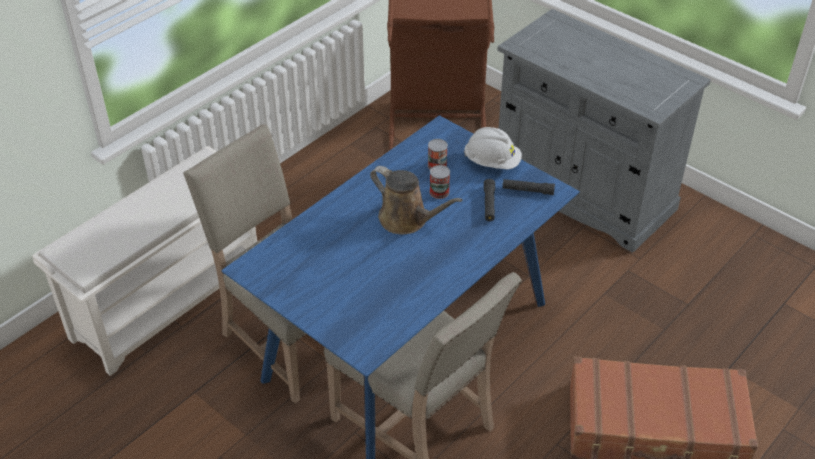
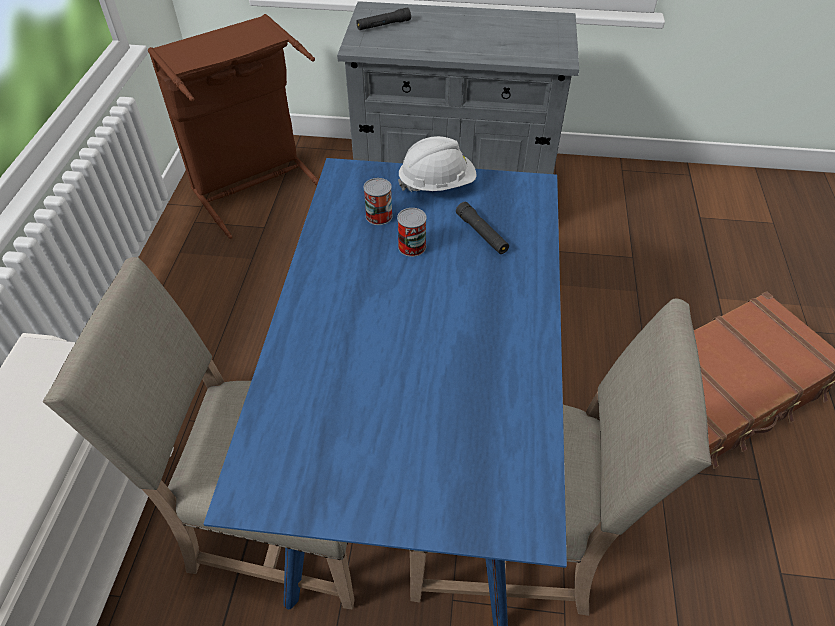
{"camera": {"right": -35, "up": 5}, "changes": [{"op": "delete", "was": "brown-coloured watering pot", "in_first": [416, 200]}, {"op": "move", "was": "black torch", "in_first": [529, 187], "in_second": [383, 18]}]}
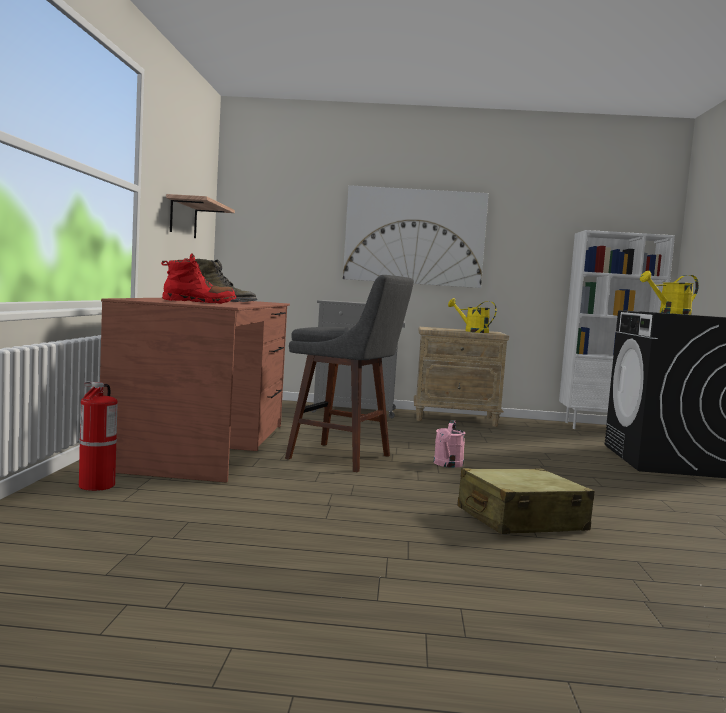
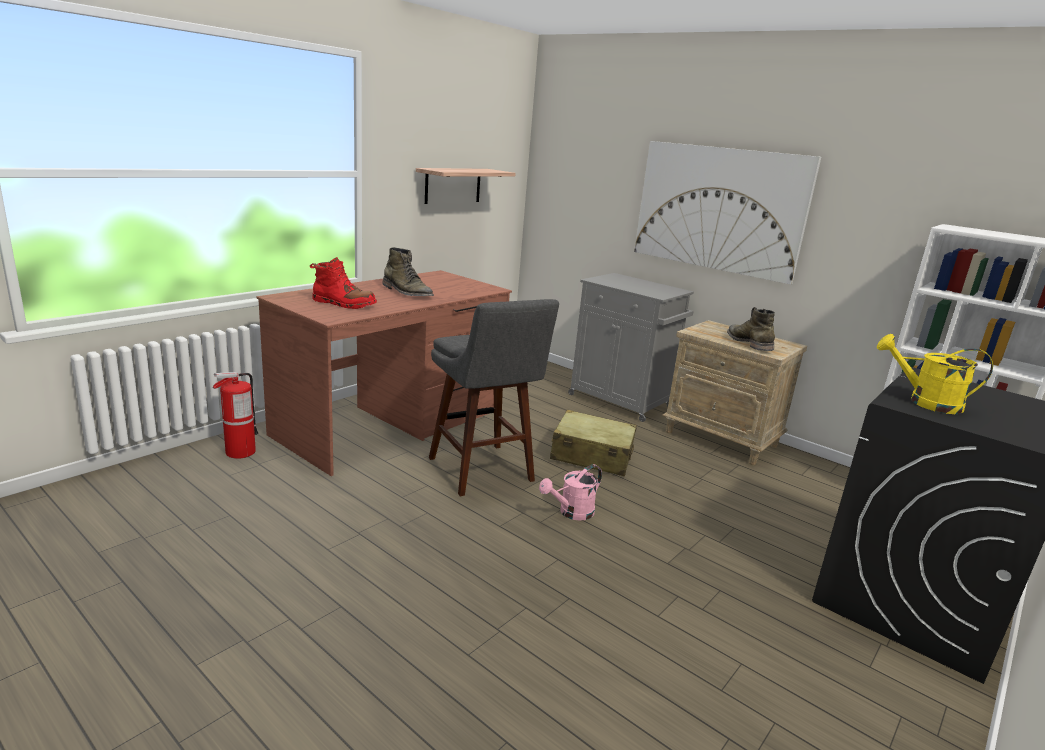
{"camera": {"right": 35, "up": 15}, "changes": [{"op": "replace", "was": "yellowish watering pot", "now": "green high-top boot", "in_first": [472, 315], "in_second": [751, 329]}, {"op": "move", "was": "beige travel case", "in_first": [525, 501], "in_second": [593, 442]}]}
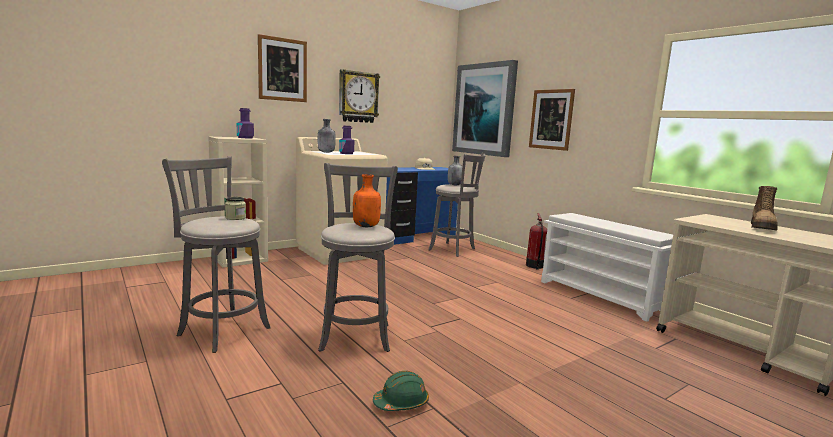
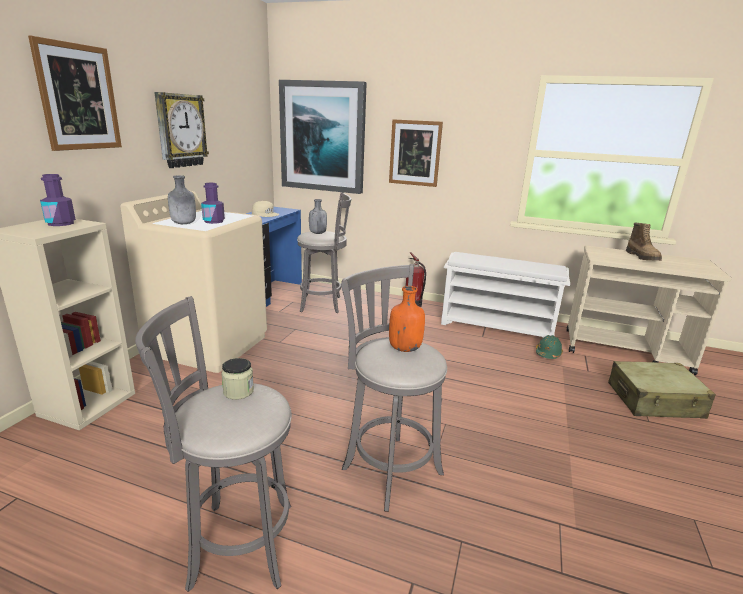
{"camera": {"right": -35, "up": 10}, "changes": [{"op": "move", "was": "green safety helmet", "in_first": [401, 391], "in_second": [549, 347]}, {"op": "insert", "now": "beige travel case", "in_second": [662, 390]}]}
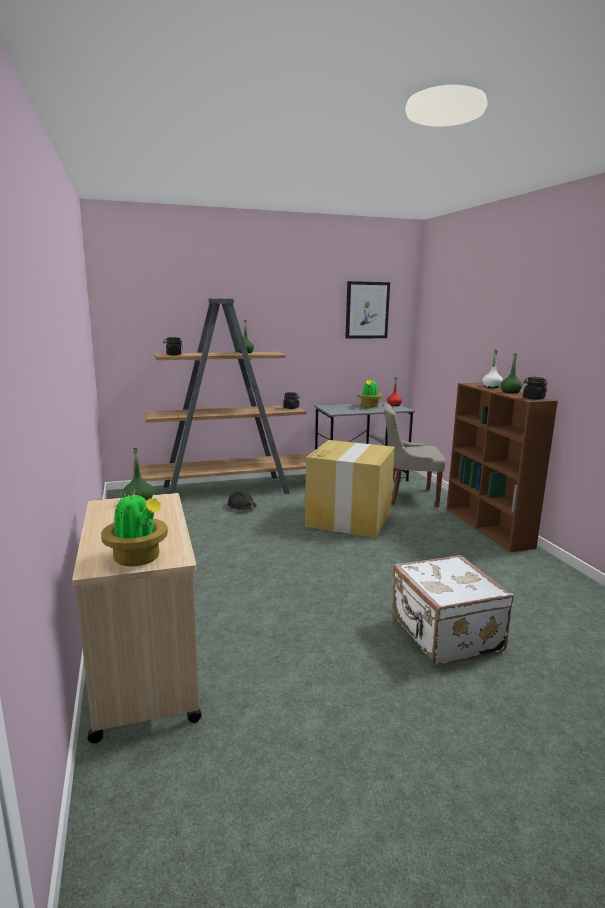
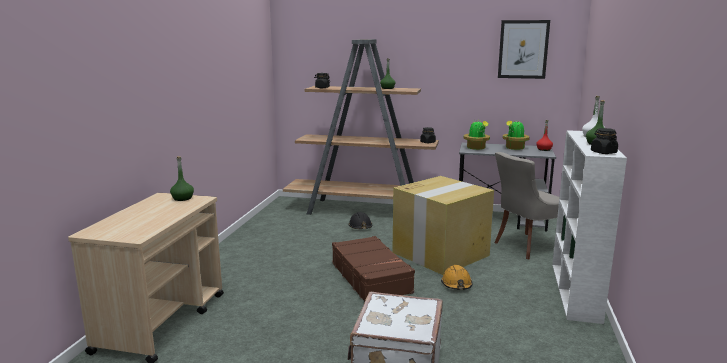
{"camera": {"right": 30, "up": 0}, "changes": [{"op": "recolor", "was": "brown-coloured bookcase", "now": "whitish bookcase", "in_first": [502, 467], "in_second": [589, 227]}, {"op": "rotate", "was": "greyish plain chair", "in_first": [414, 455], "in_second": [527, 205], "clockwise": -60}, {"op": "move", "was": "potted plant", "in_first": [134, 527], "in_second": [477, 135]}, {"op": "insert", "now": "brown-coloured travel case", "in_second": [373, 269]}, {"op": "insert", "now": "orange-coloured safety helmet", "in_second": [457, 277]}]}
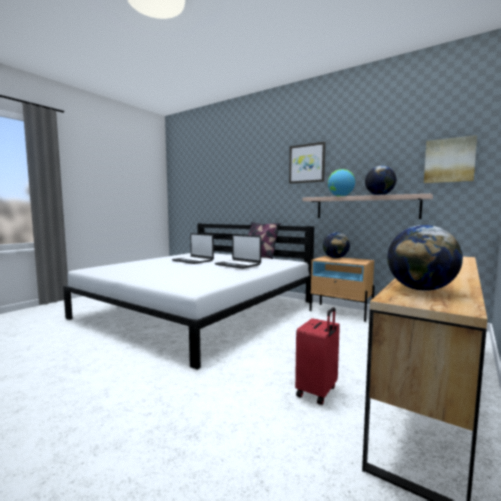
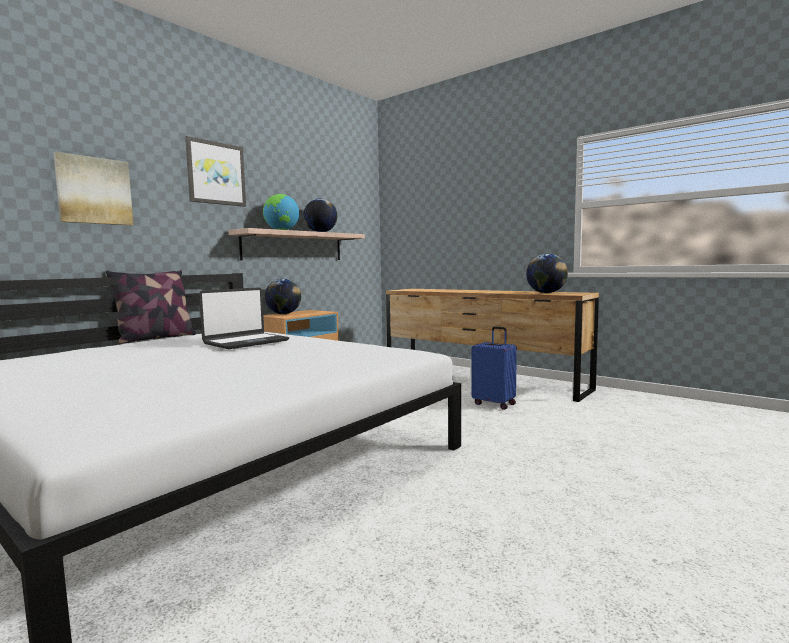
{"camera": {"right": -85, "up": 0}, "changes": [{"op": "move", "was": "picture", "in_first": [450, 159], "in_second": [93, 188]}, {"op": "delete", "was": "portable computer", "in_first": [193, 248]}, {"op": "recolor", "was": "reddish travel case", "now": "blue travel case", "in_first": [317, 356], "in_second": [494, 368]}]}
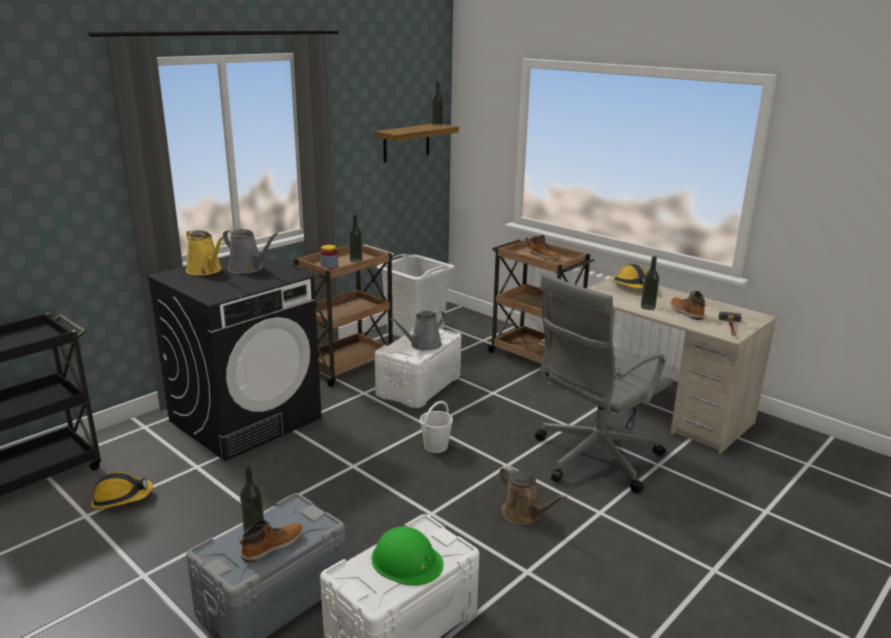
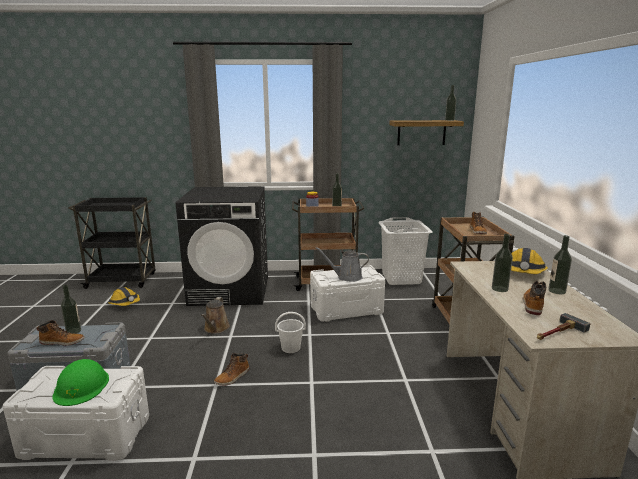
{"camera": {"right": 45, "up": -5}, "changes": [{"op": "delete", "was": "greyish watering pot", "in_first": [250, 251]}, {"op": "delete", "was": "yellowish watering pot", "in_first": [204, 252]}, {"op": "delete", "was": "greyish office chair", "in_first": [603, 383]}, {"op": "move", "was": "brown-coloured watering pot", "in_first": [533, 495], "in_second": [215, 315]}, {"op": "insert", "now": "beverage bottle", "in_second": [560, 264]}, {"op": "insert", "now": "high-top boot", "in_second": [232, 369]}]}
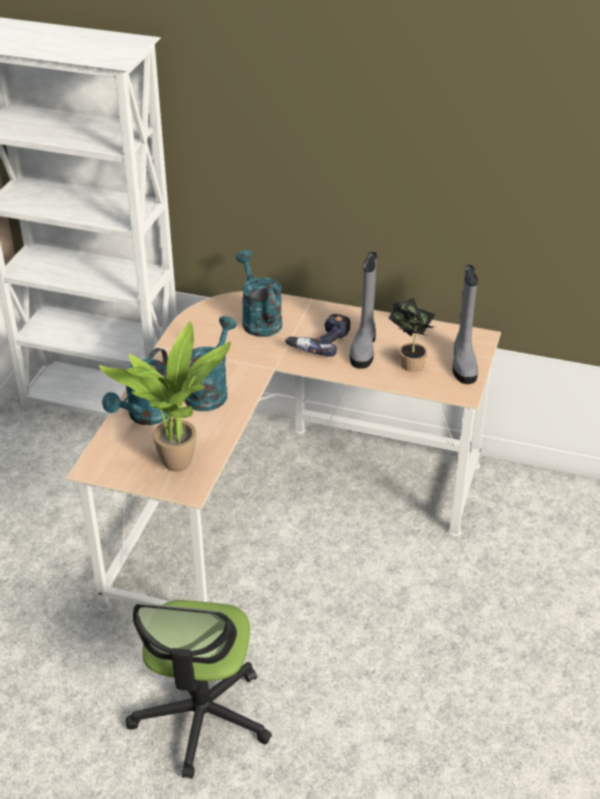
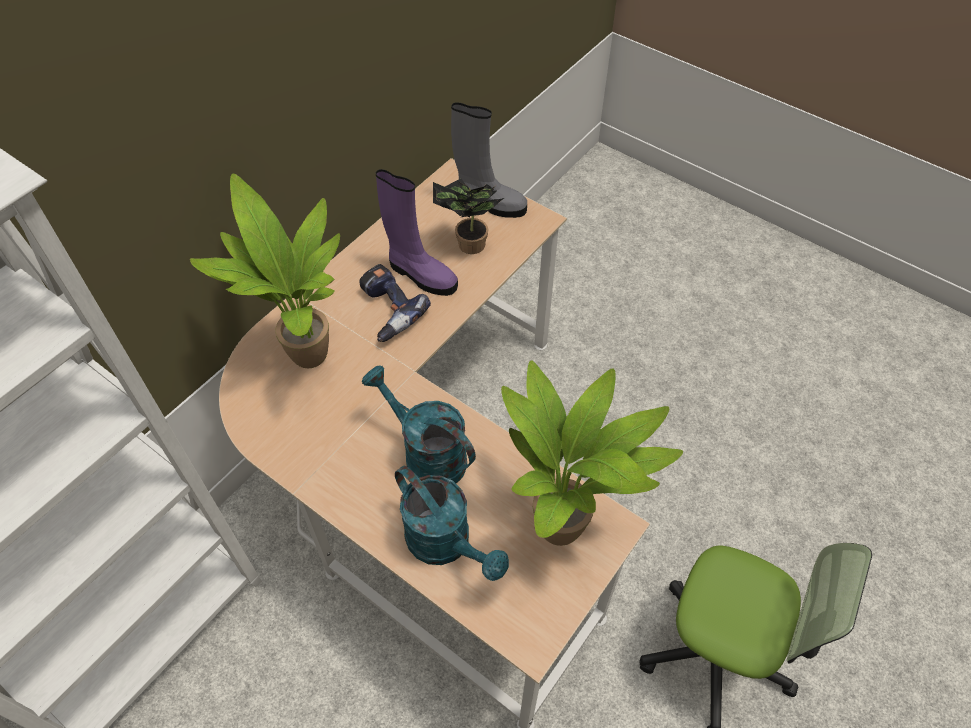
{"camera": {"right": -70, "up": 15}, "changes": [{"op": "replace", "was": "turquoise watering pot", "now": "potted plant", "in_first": [259, 293], "in_second": [265, 271]}, {"op": "recolor", "was": "greyish high-top boot", "now": "purple-coloured high-top boot", "in_first": [363, 310], "in_second": [417, 232]}]}
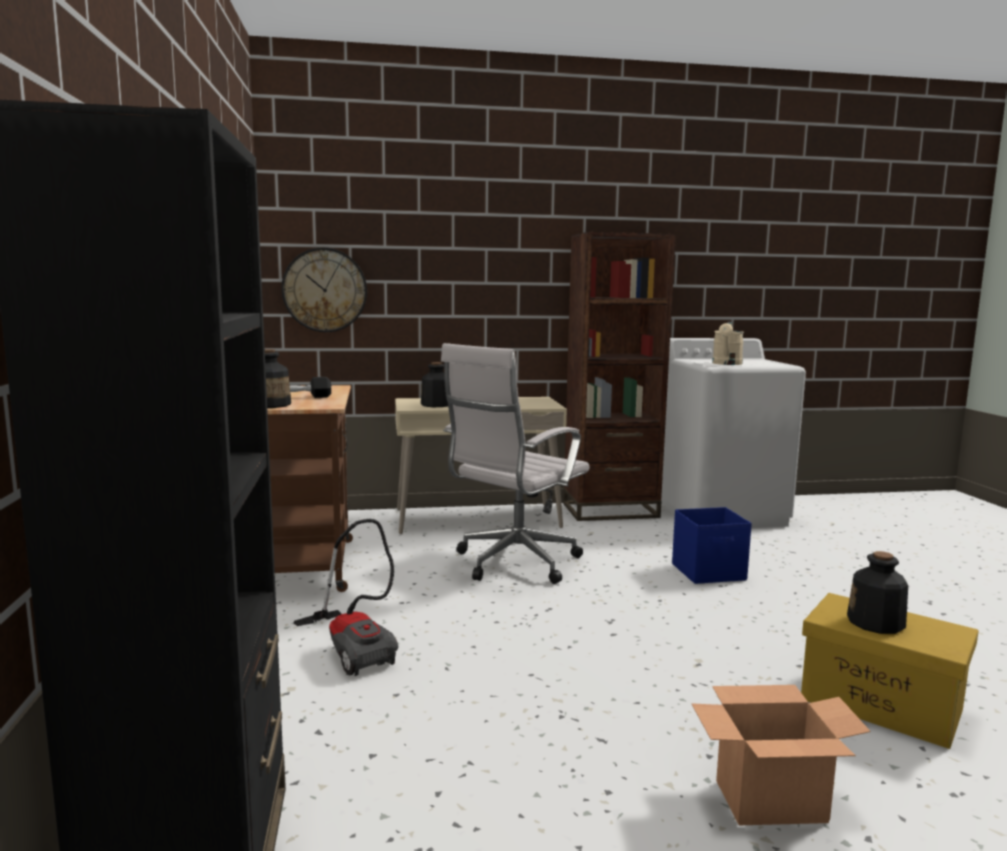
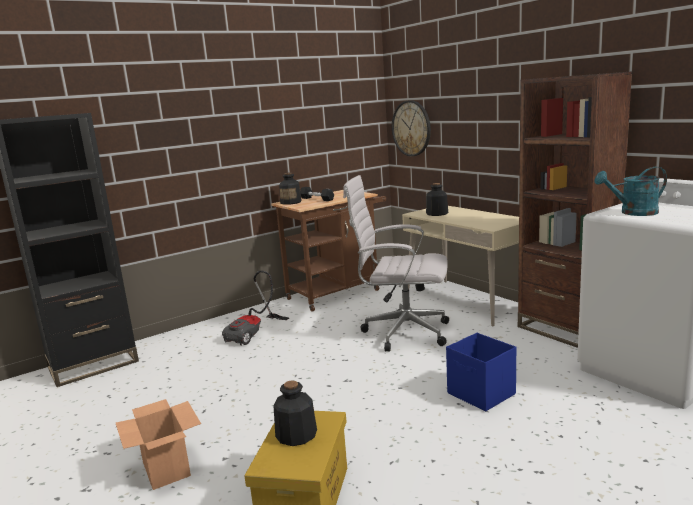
{"camera": {"right": 65, "up": 5}, "changes": [{"op": "recolor", "was": "beige watering pot", "now": "turquoise watering pot", "in_first": [728, 343], "in_second": [630, 191]}]}
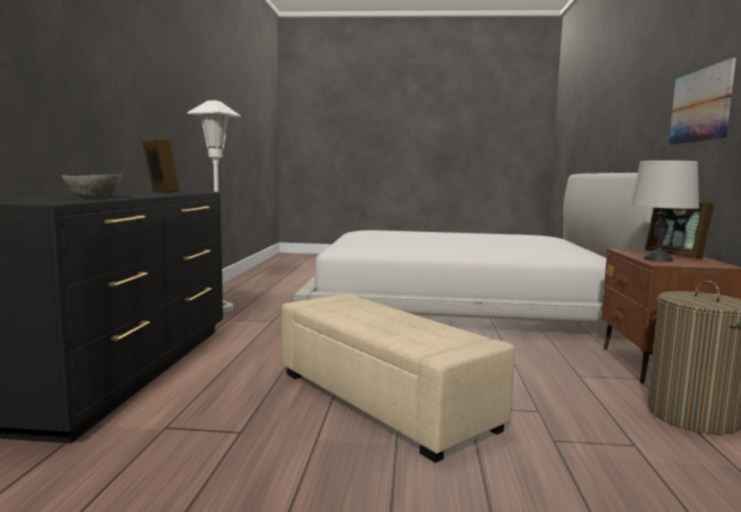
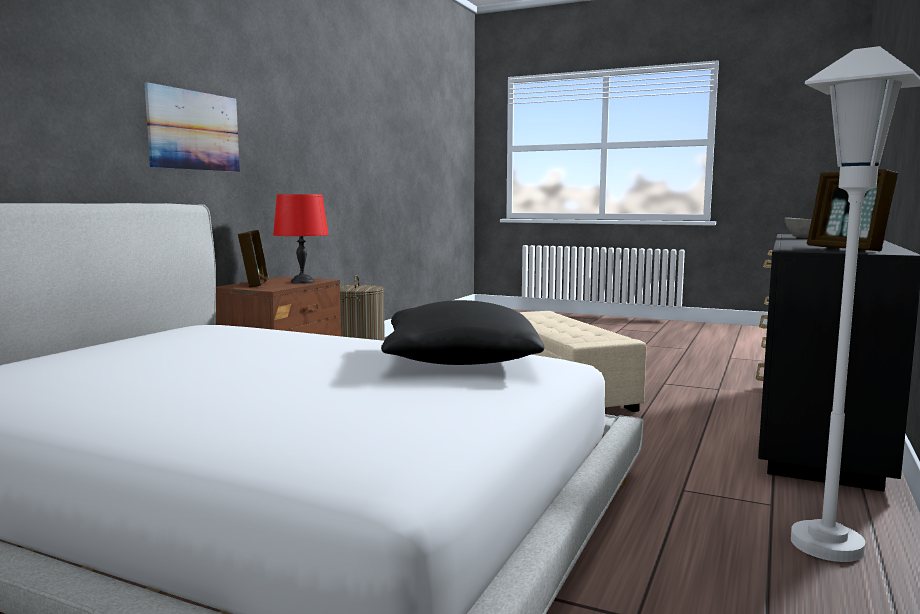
{"camera": {"right": -160, "up": 0}, "changes": [{"op": "recolor", "was": "greyish lamp for a table", "now": "reddish lamp for a table", "in_first": [664, 211], "in_second": [301, 239]}, {"op": "insert", "now": "black cushion", "in_second": [462, 332]}]}
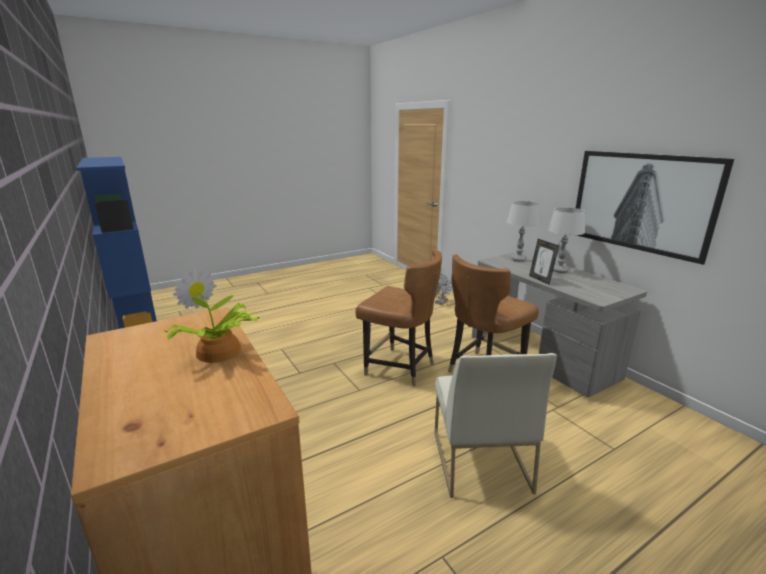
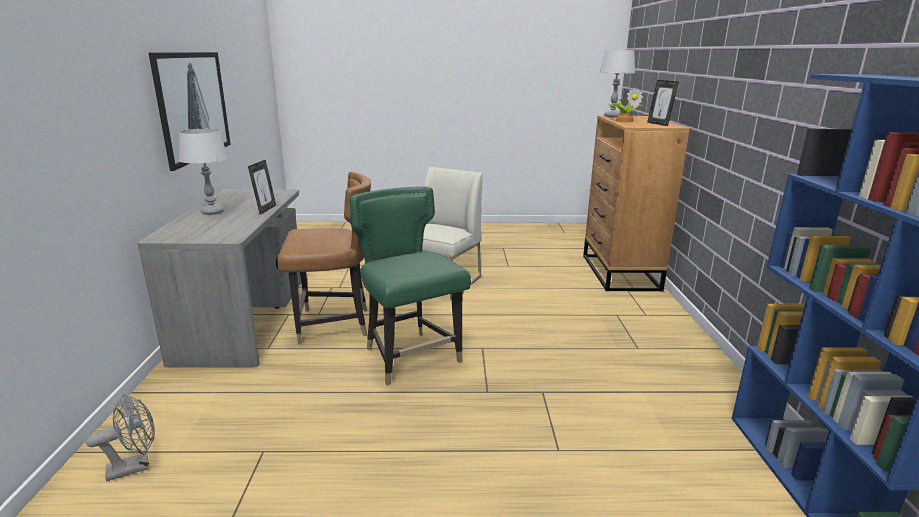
{"camera": {"right": -150, "up": 0}, "changes": [{"op": "move", "was": "greyish lamp for a table", "in_first": [523, 231], "in_second": [617, 83]}, {"op": "recolor", "was": "brown-coloured plain chair", "now": "green plain chair", "in_first": [398, 317], "in_second": [410, 285]}, {"op": "insert", "now": "standing frame", "in_second": [663, 103]}]}
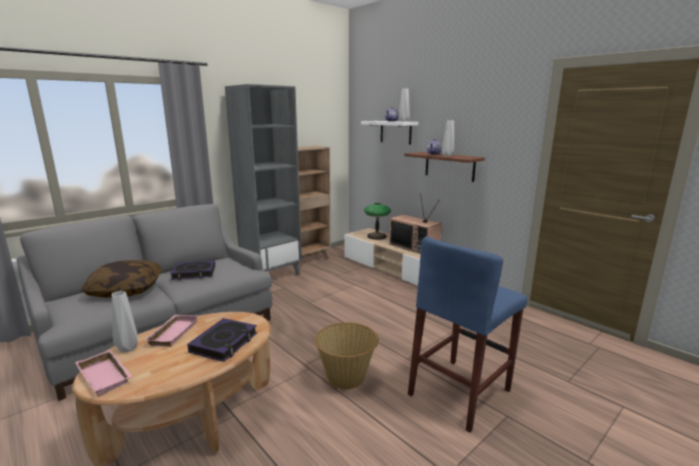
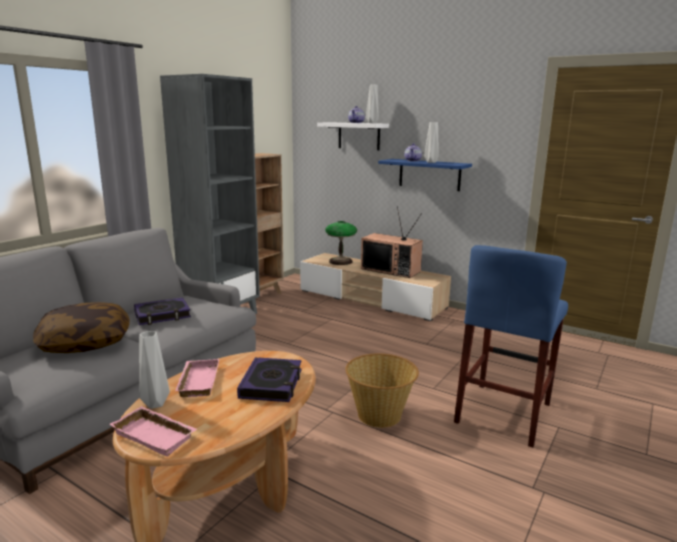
{"camera": {"right": -15, "up": 0}, "changes": [{"op": "recolor", "was": "brown-coloured shelf", "now": "blue shelf", "in_first": [444, 167], "in_second": [425, 175]}]}
